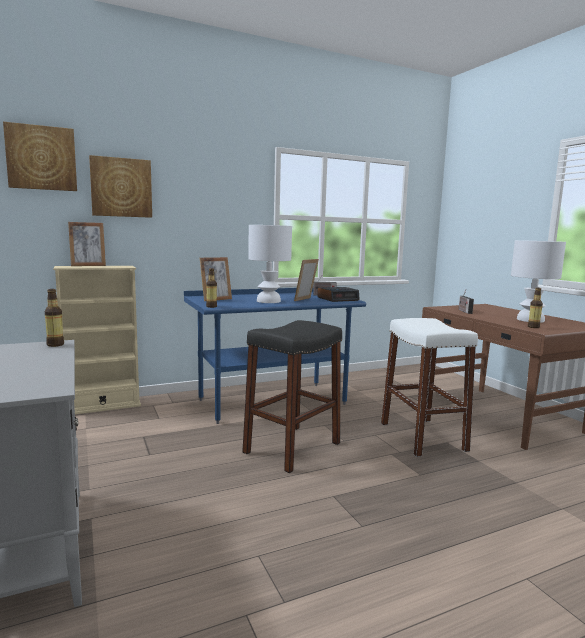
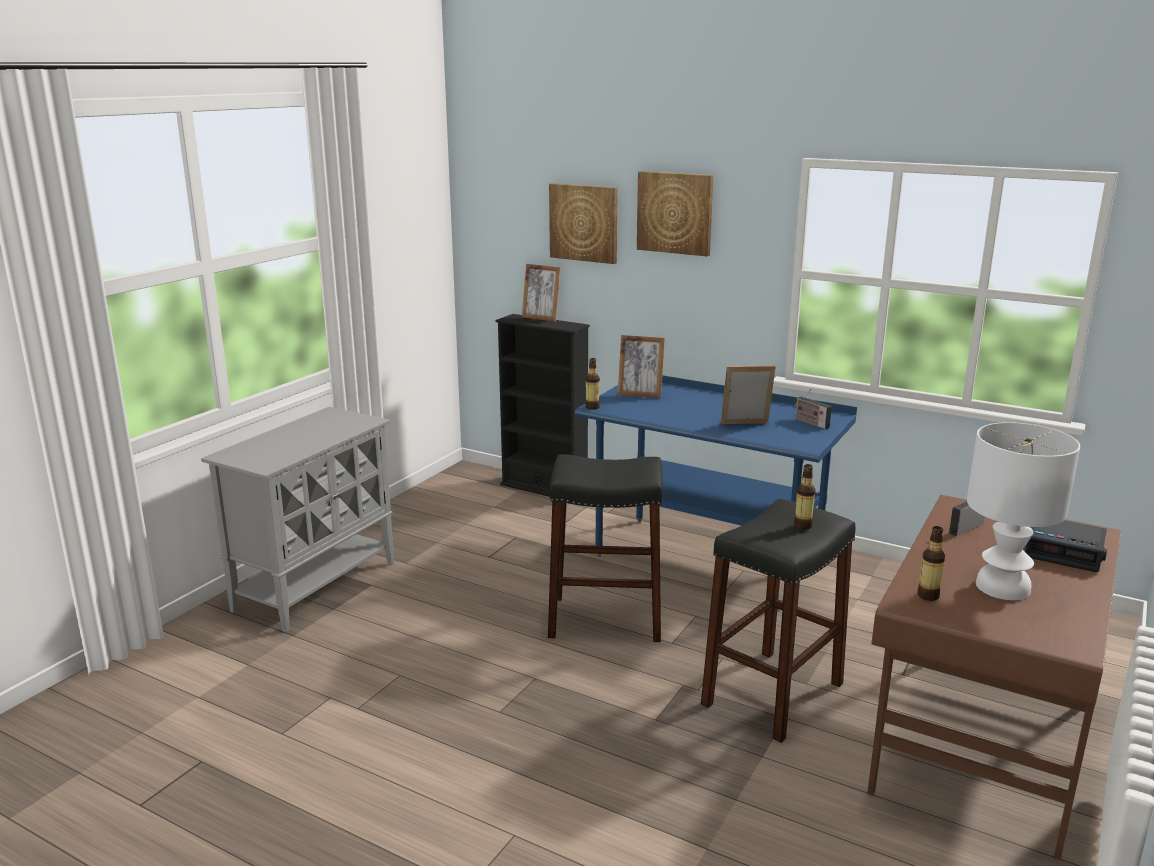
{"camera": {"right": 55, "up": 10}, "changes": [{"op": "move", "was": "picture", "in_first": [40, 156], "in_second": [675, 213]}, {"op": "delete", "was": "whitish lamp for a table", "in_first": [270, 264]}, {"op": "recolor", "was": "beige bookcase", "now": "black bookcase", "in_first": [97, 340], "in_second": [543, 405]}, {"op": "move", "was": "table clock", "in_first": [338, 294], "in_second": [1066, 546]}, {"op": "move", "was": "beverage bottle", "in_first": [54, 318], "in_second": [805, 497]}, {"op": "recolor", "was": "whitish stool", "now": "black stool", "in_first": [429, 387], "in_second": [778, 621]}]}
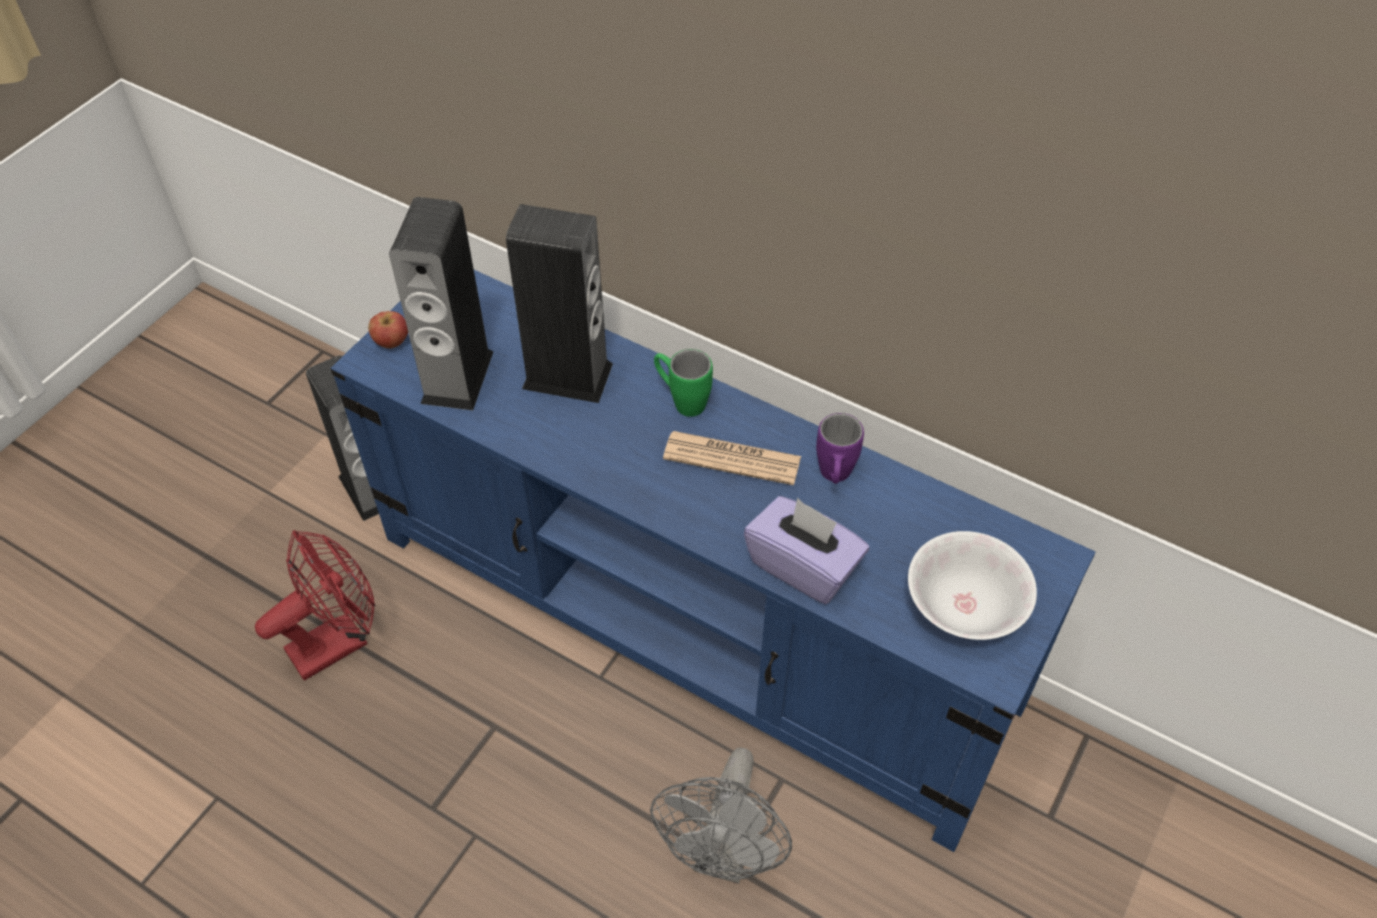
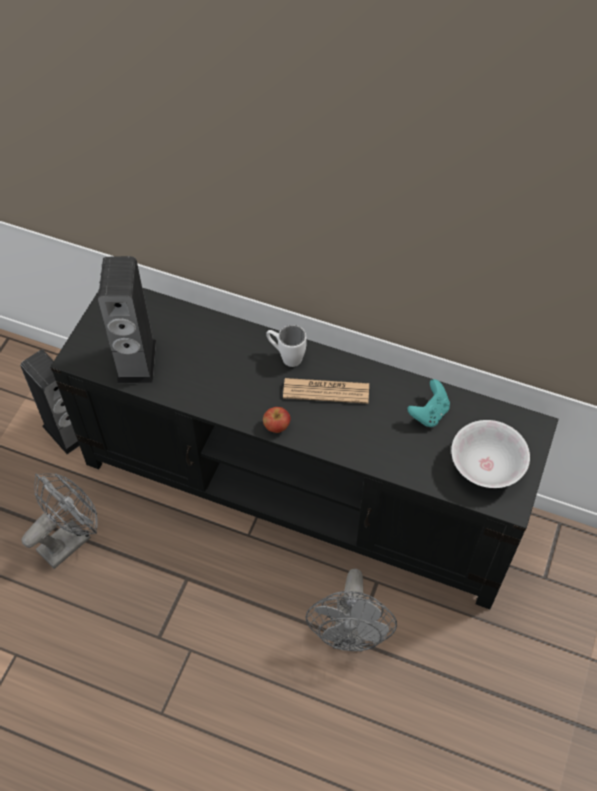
{"camera": {"right": -10, "up": 5}, "changes": [{"op": "delete", "was": "speaker", "in_first": [559, 303]}, {"op": "recolor", "was": "blue media console", "now": "black media console", "in_first": [713, 561], "in_second": [304, 448]}, {"op": "move", "was": "whole apple", "in_first": [388, 329], "in_second": [277, 420]}, {"op": "recolor", "was": "green tea mug", "now": "whitish tea mug", "in_first": [683, 383], "in_second": [286, 346]}, {"op": "delete", "was": "purple-coloured tea mug", "in_first": [840, 448]}, {"op": "delete", "was": "purple-coloured tissue box", "in_first": [806, 550]}, {"op": "recolor", "was": "reddish fan", "now": "greyish fan", "in_first": [315, 605], "in_second": [59, 521]}, {"op": "insert", "now": "turquoise gamepad", "in_second": [428, 403]}]}
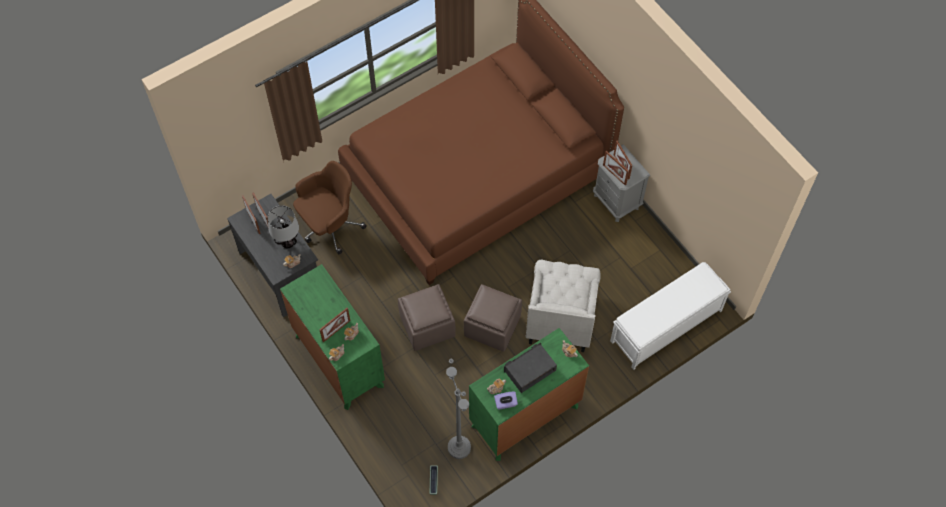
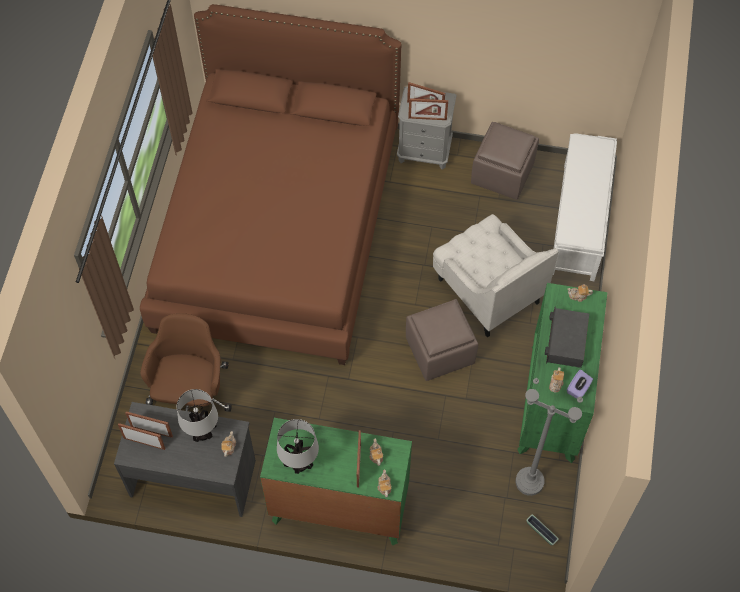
{"camera": {"right": -45, "up": 0}, "changes": [{"op": "move", "was": "brown-coloured pouffe", "in_first": [426, 317], "in_second": [505, 161]}, {"op": "insert", "now": "lamp for a table", "in_second": [298, 446]}]}
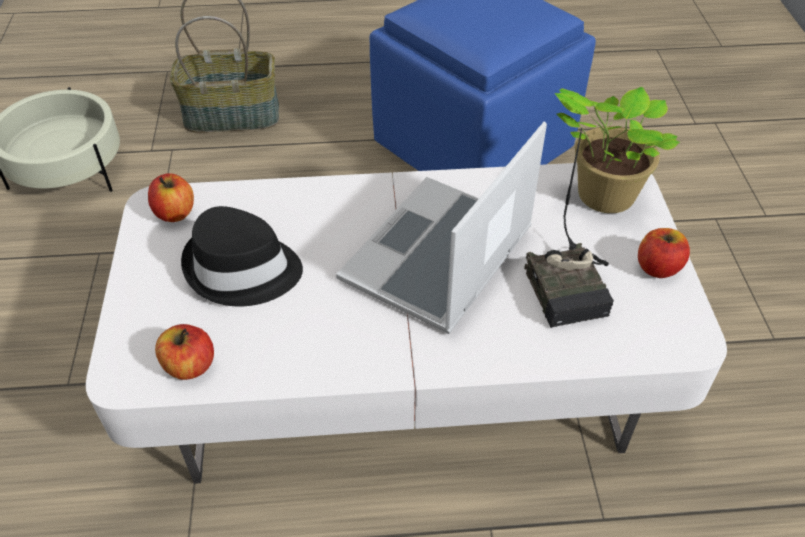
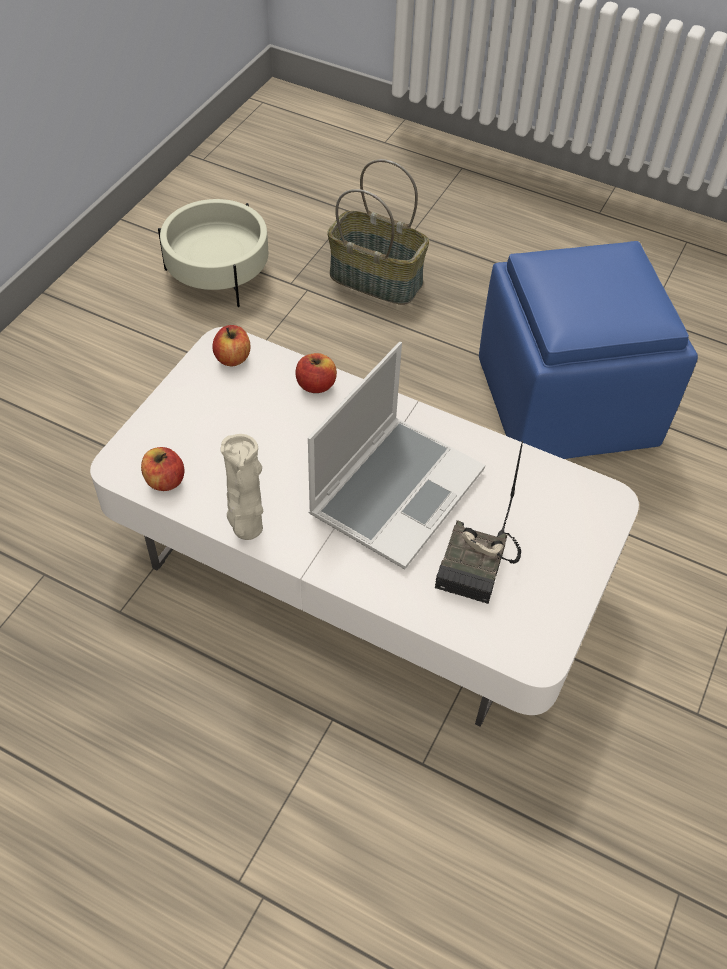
{"camera": {"right": 30, "up": 5}, "changes": [{"op": "delete", "was": "potted plant", "in_first": [617, 150]}, {"op": "rotate", "was": "portable computer", "in_first": [441, 228], "in_second": [396, 455], "clockwise": 150}, {"op": "delete", "was": "black clothing hat", "in_first": [242, 256]}, {"op": "move", "was": "whole apple", "in_first": [664, 253], "in_second": [316, 373]}, {"op": "insert", "now": "beige flower vase", "in_second": [241, 487]}]}
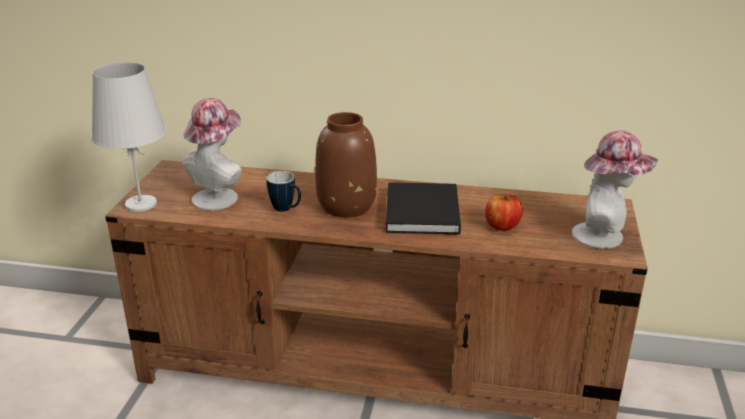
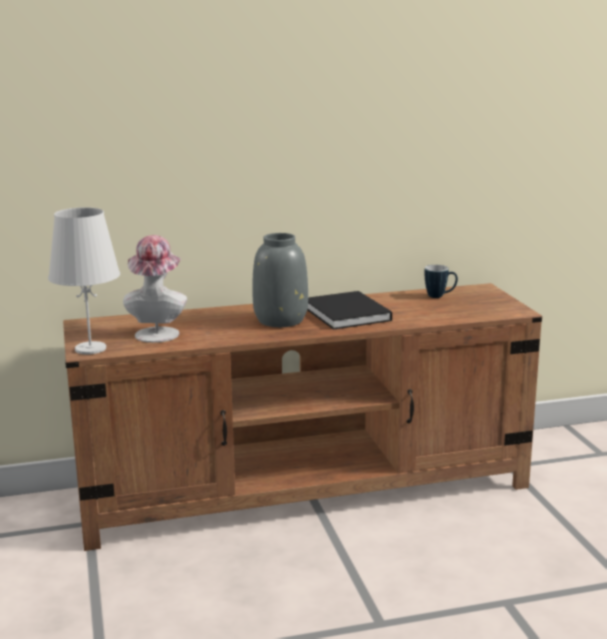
{"camera": {"right": -25, "up": -10}, "changes": [{"op": "recolor", "was": "brown-coloured flower vase", "now": "greyish flower vase", "in_first": [346, 165], "in_second": [280, 280]}, {"op": "delete", "was": "clothing hat", "in_first": [615, 190]}, {"op": "move", "was": "tea mug", "in_first": [283, 191], "in_second": [441, 281]}, {"op": "delete", "was": "whole apple", "in_first": [504, 212]}]}
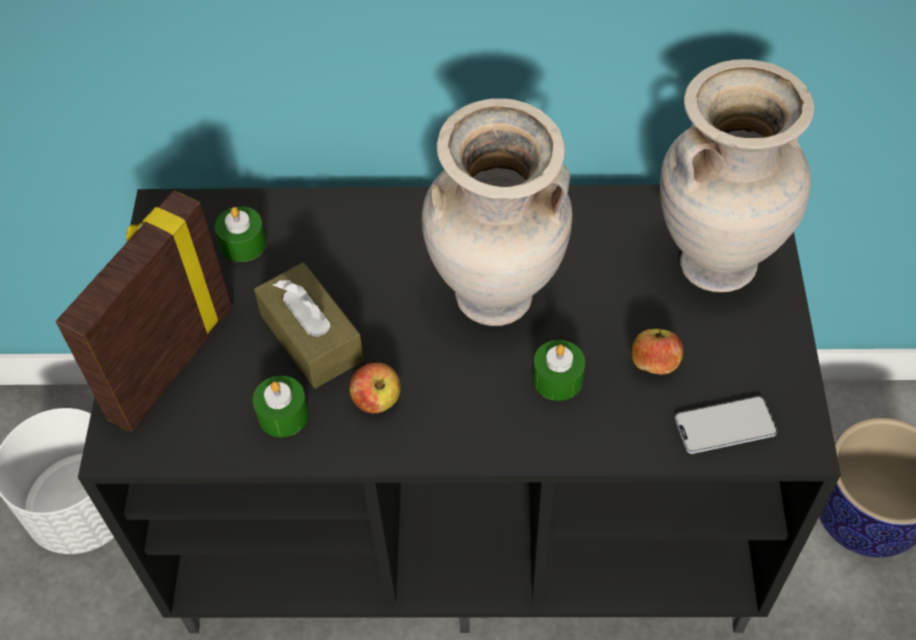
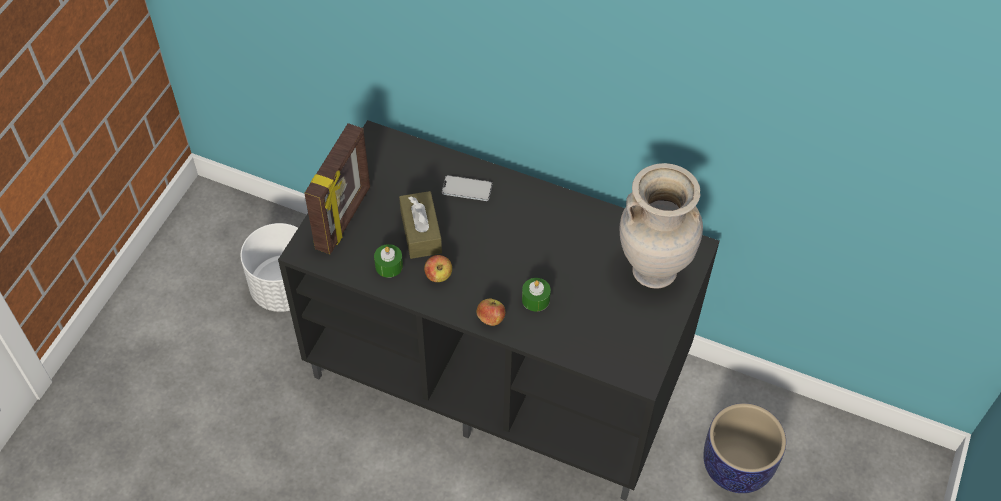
{"camera": {"right": 20, "up": 0}, "changes": [{"op": "delete", "was": "beige flower vase", "in_first": [497, 212]}, {"op": "rotate", "was": "standing frame", "in_first": [144, 311], "in_second": [337, 188], "clockwise": 150}, {"op": "delete", "was": "green wax light", "in_first": [240, 234]}, {"op": "move", "was": "whole apple", "in_first": [657, 352], "in_second": [491, 312]}, {"op": "move", "was": "handset", "in_first": [726, 425], "in_second": [467, 188]}]}
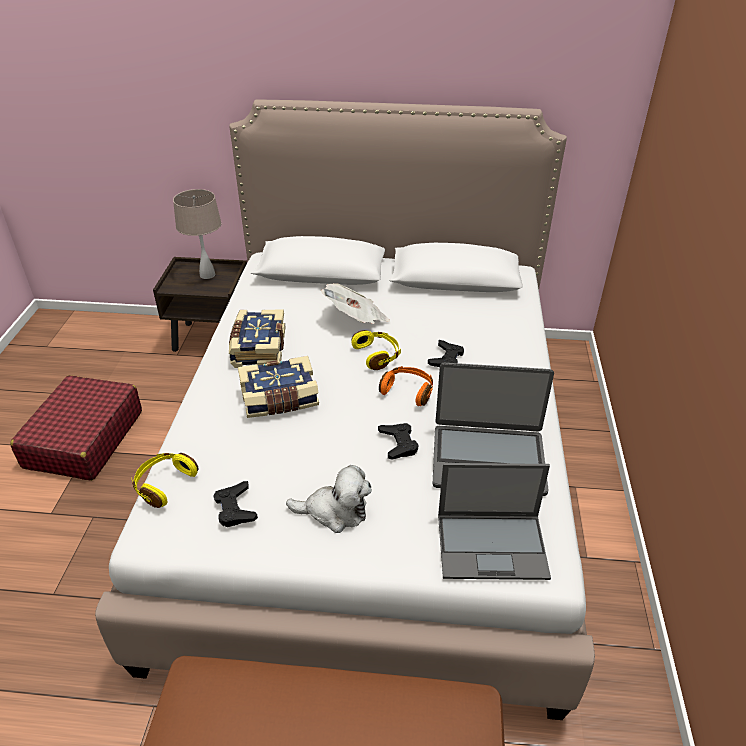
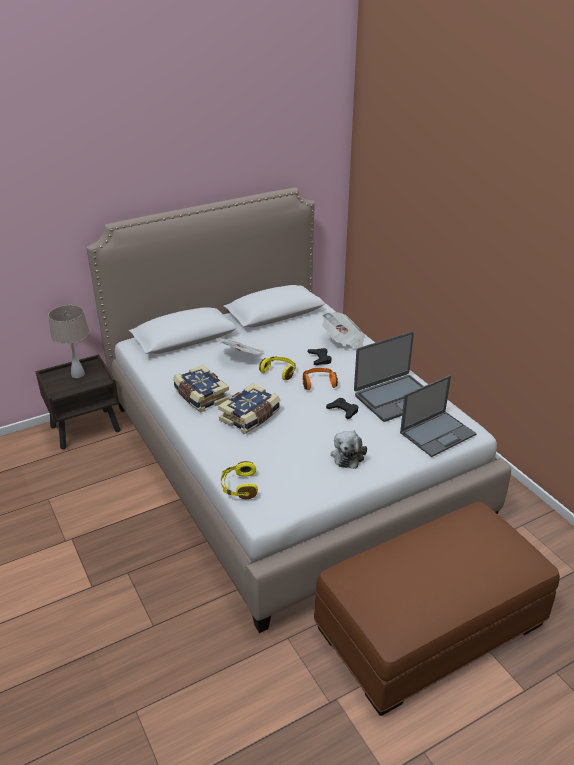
{"camera": {"right": -35, "up": -5}, "changes": [{"op": "delete", "was": "reddish travel case", "in_first": [76, 428]}, {"op": "rotate", "was": "plush toy", "in_first": [329, 499], "in_second": [349, 449], "clockwise": 135}, {"op": "delete", "was": "black gamepad", "in_first": [235, 504]}, {"op": "insert", "now": "daily paper", "in_second": [343, 330]}]}
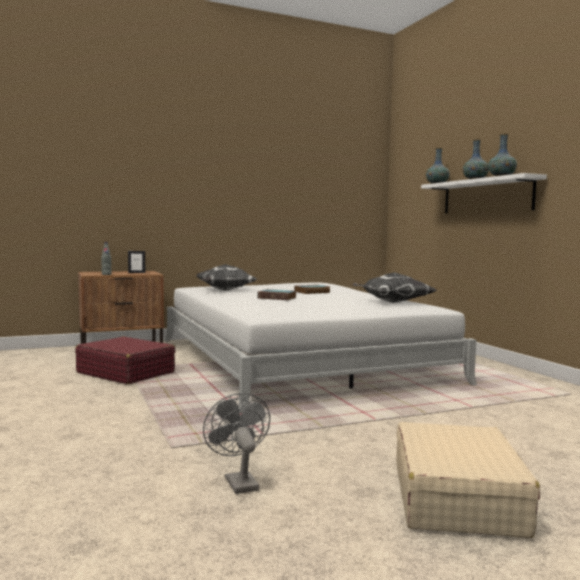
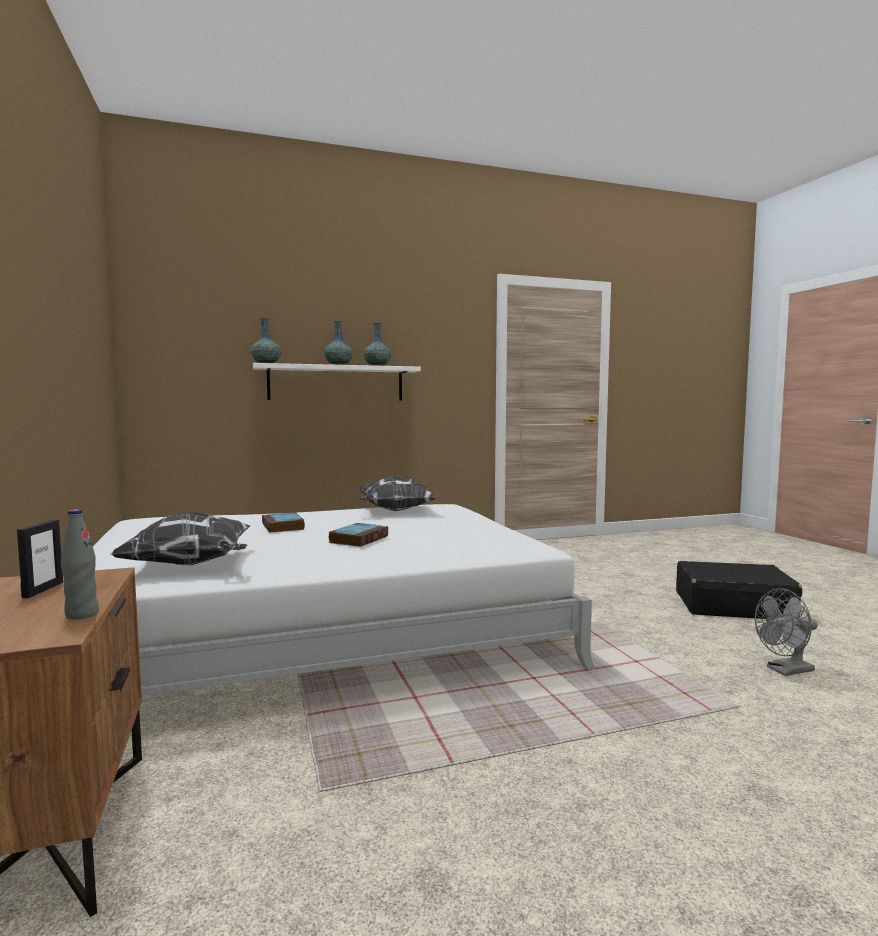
{"camera": {"right": -85, "up": 0}, "changes": [{"op": "delete", "was": "reddish travel case", "in_first": [125, 360]}, {"op": "recolor", "was": "beige travel case", "now": "black travel case", "in_first": [468, 480], "in_second": [739, 590]}]}
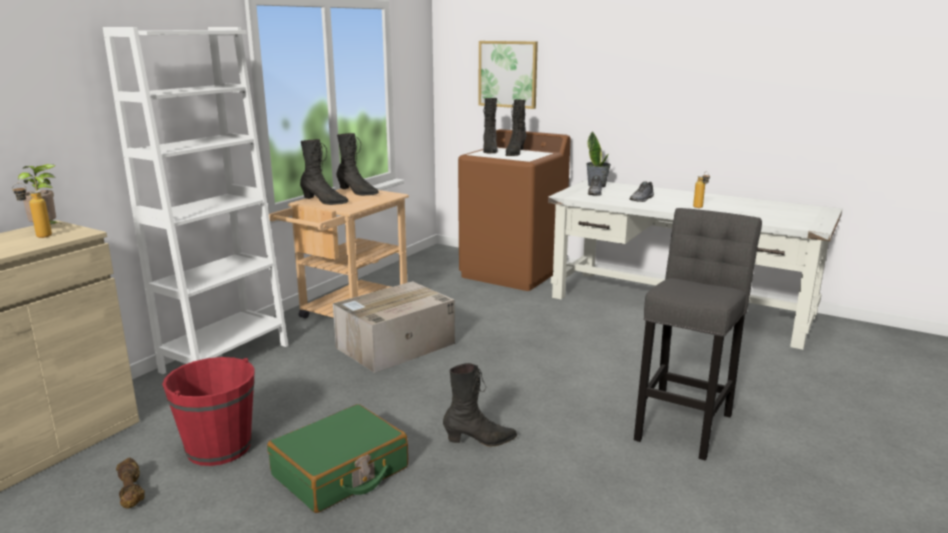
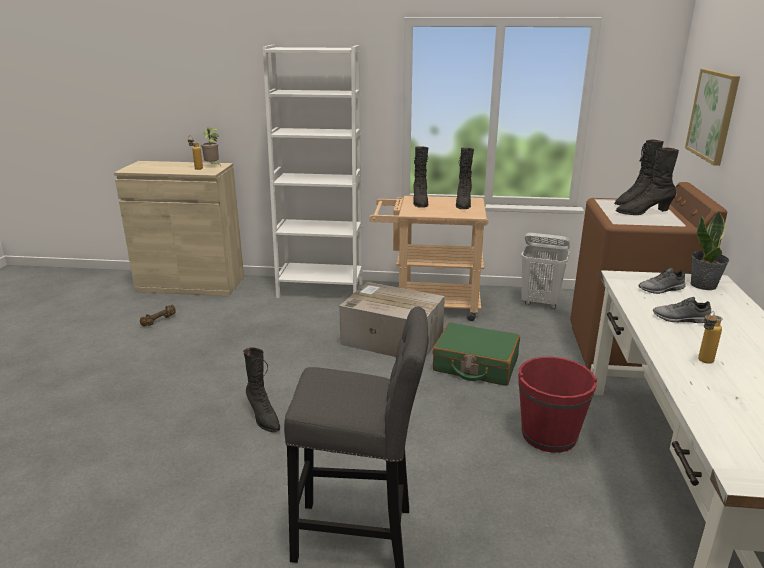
{"camera": {"right": 65, "up": 5}, "changes": [{"op": "move", "was": "reddish bucket", "in_first": [208, 411], "in_second": [557, 405]}, {"op": "move", "was": "green travel case", "in_first": [337, 458], "in_second": [476, 354]}, {"op": "insert", "now": "whitish laundry basket", "in_second": [545, 271]}]}
